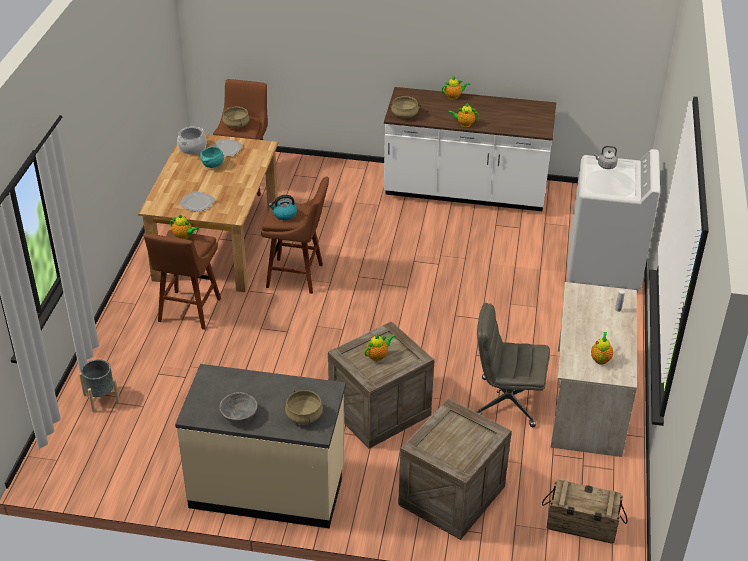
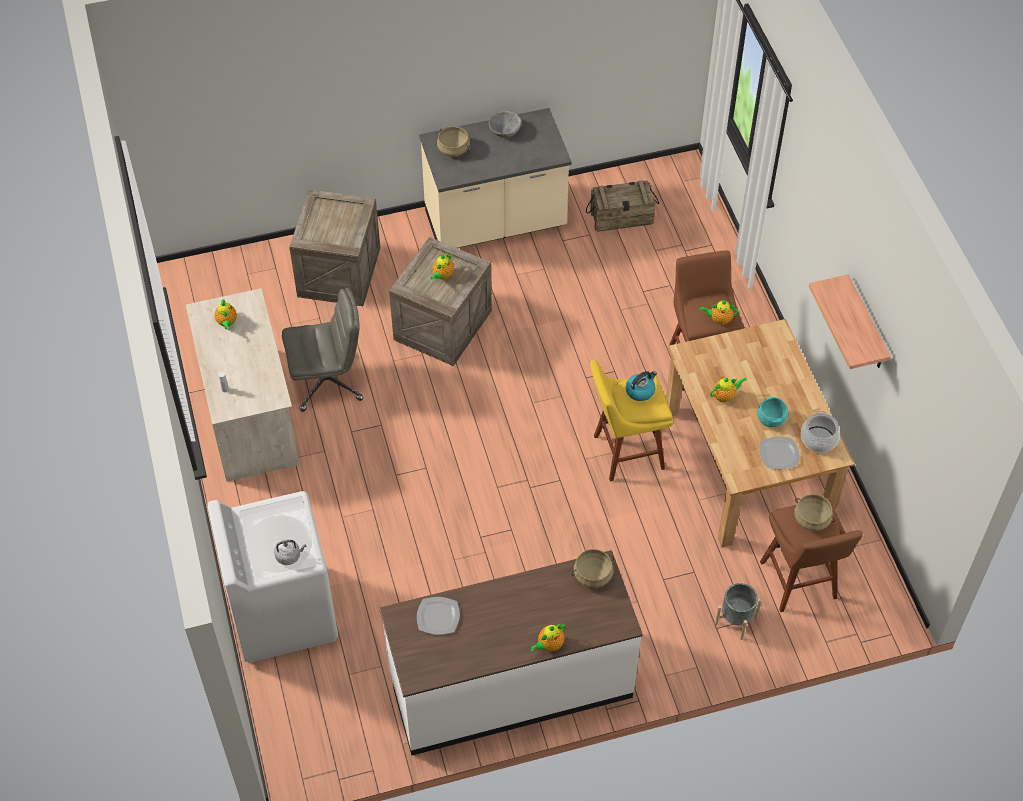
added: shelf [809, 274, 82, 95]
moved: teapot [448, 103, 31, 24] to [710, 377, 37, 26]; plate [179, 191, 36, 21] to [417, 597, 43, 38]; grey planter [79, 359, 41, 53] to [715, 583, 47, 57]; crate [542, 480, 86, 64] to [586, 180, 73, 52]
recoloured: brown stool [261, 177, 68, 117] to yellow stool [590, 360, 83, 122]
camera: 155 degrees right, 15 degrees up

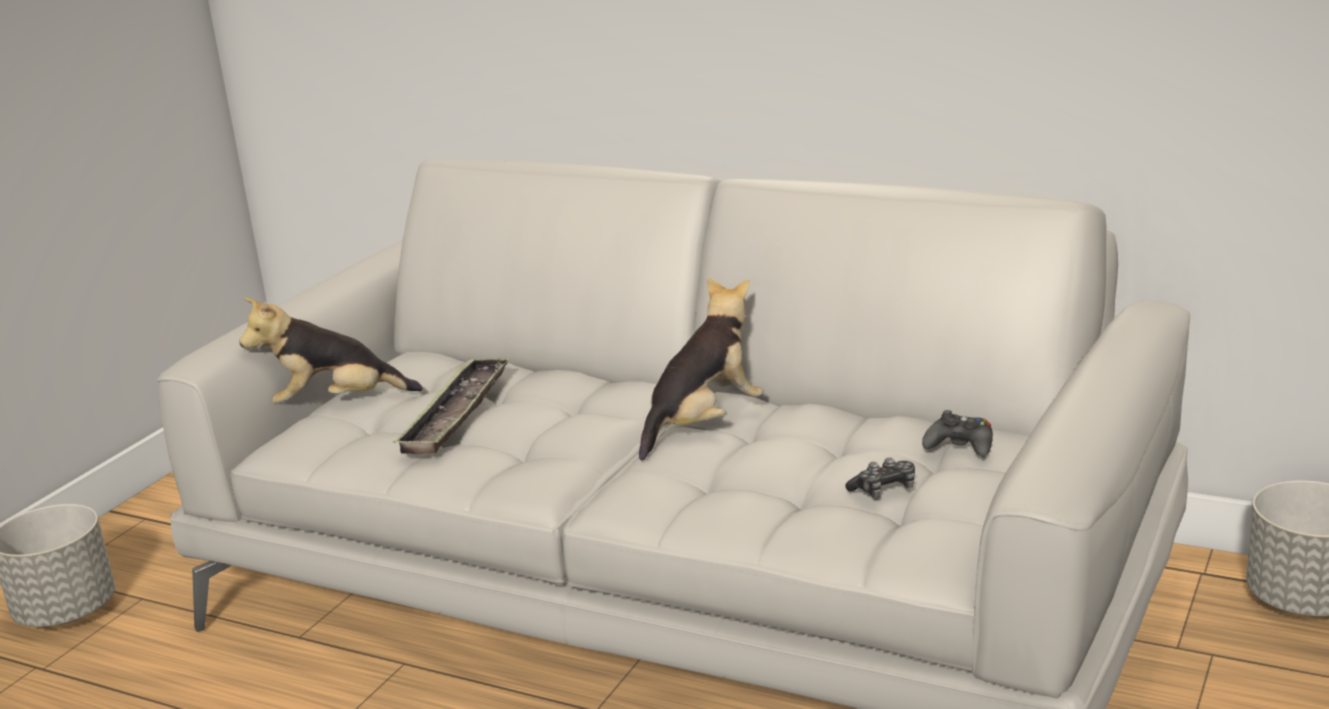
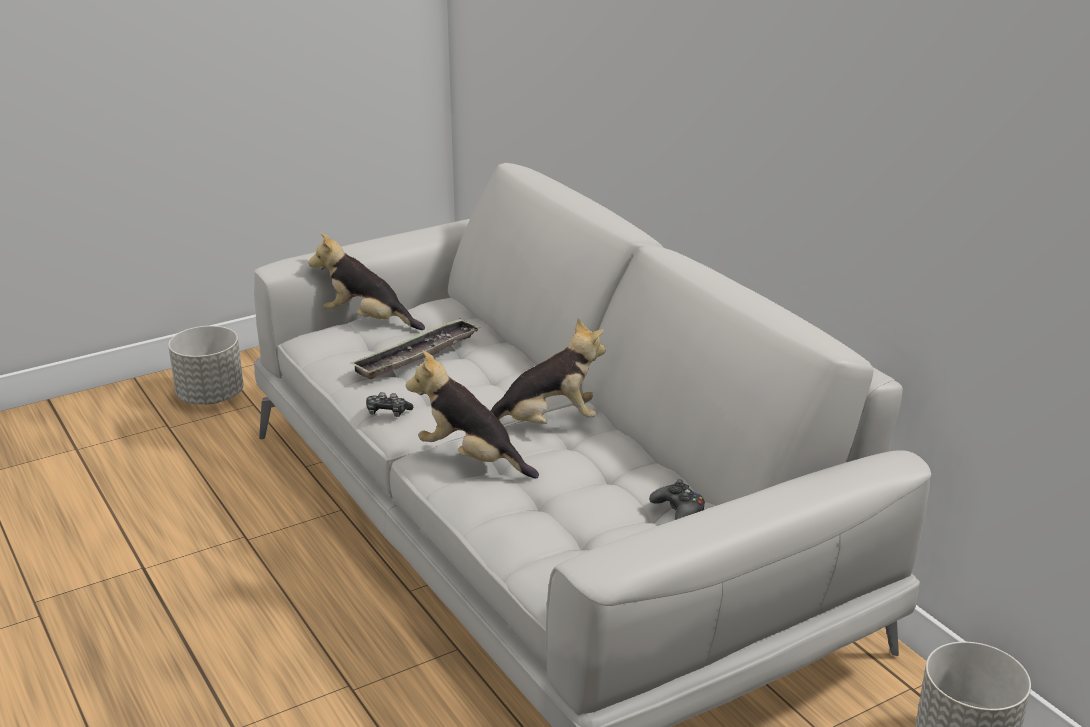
added: plush toy [406, 351, 133, 128]
moved: game controller [845, 458, 70, 39] to [366, 392, 47, 25]
camera: 30 degrees right, 5 degrees up

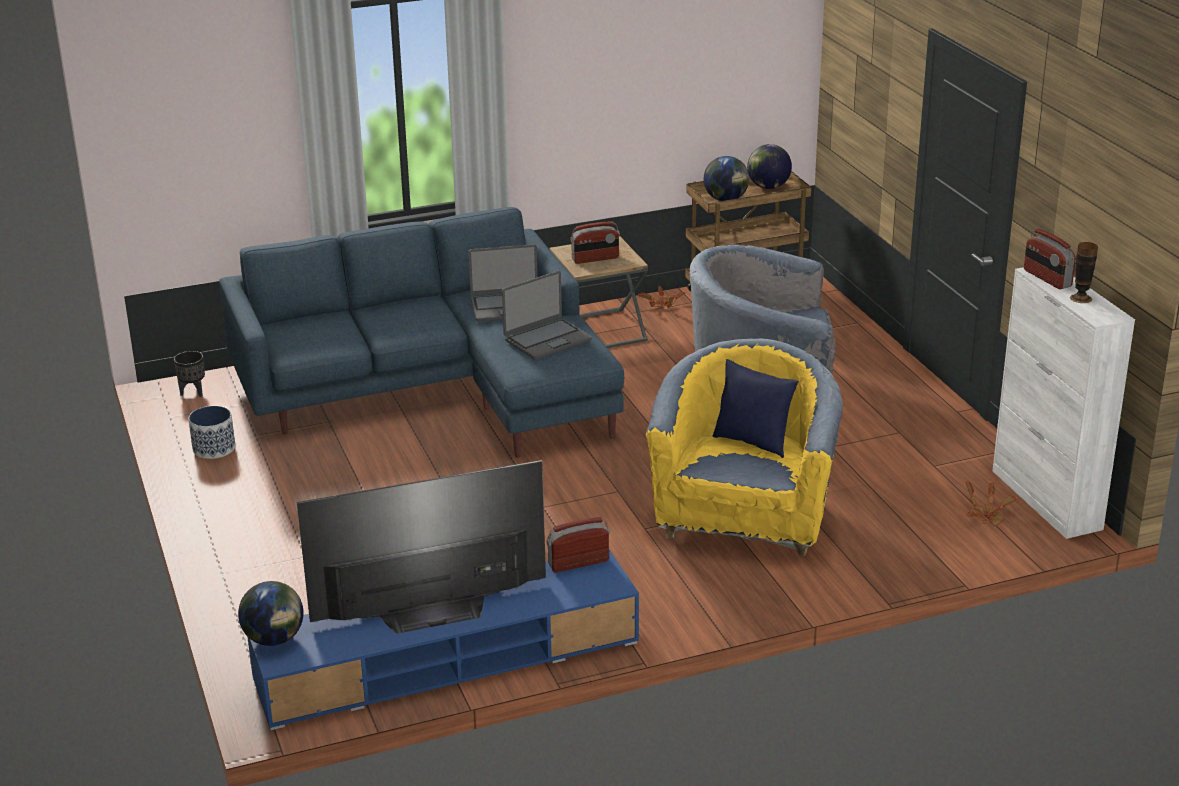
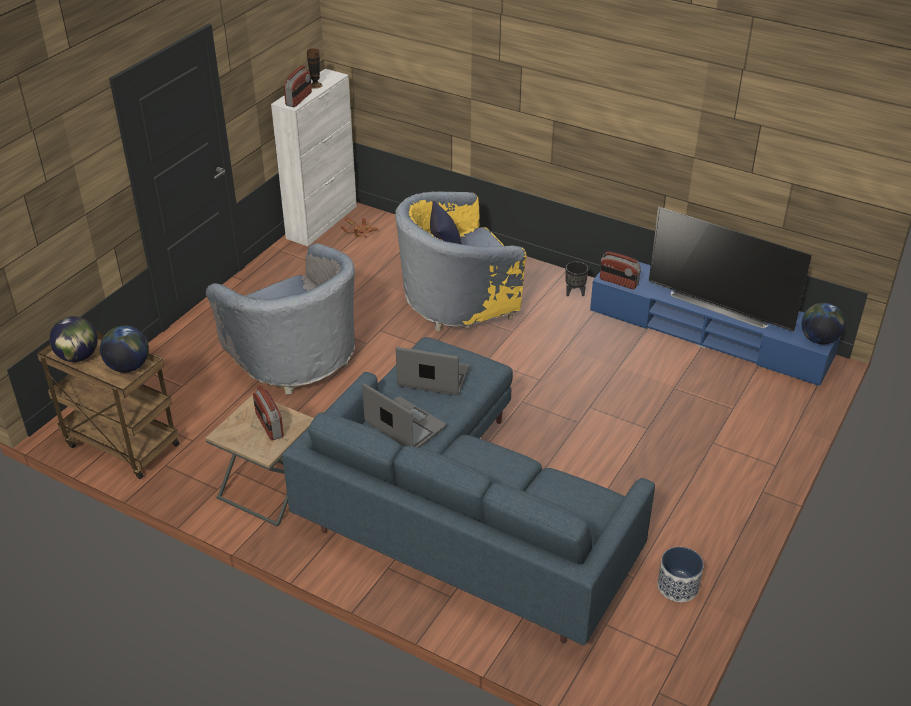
removed: potted plant [638, 286, 47, 24]
moved: black planter [174, 351, 31, 46] to [565, 262, 23, 35]
turned: radio [570, 222, 50, 42] = [253, 385, 31, 55] 150 degrees counterclockwise
camera: 130 degrees left, 10 degrees up

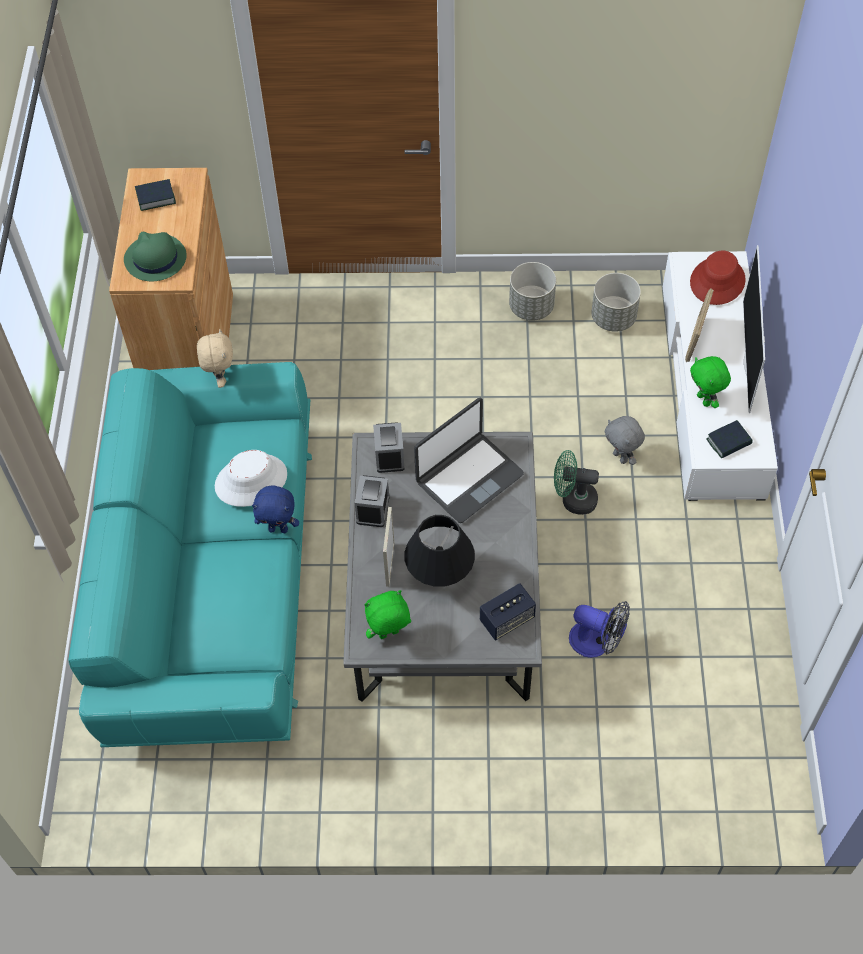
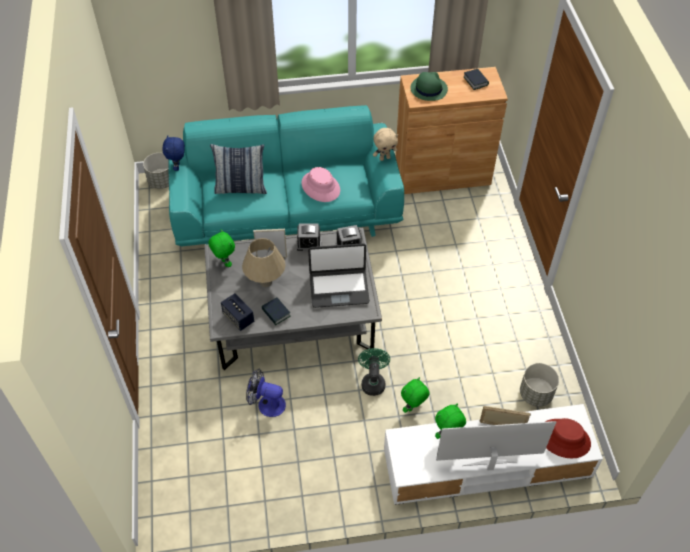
added: pillow [210, 144, 57, 50]
moved: grey planter [509, 262, 47, 59] to [143, 153, 26, 36]; book [706, 420, 46, 39] to [261, 298, 30, 27]; blue plush toy [252, 485, 47, 48] to [162, 135, 23, 36]
recoloured: grey plush toy [604, 416, 41, 49] to green plush toy [401, 377, 29, 36]; white hat [215, 450, 72, 57] to pink hat [302, 167, 38, 35]; black table lamp [405, 515, 70, 72] to beige table lamp [242, 238, 44, 49]
turned: laptop [414, 398, 110, 125] = [308, 243, 62, 65] 45 degrees counterclockwise; fan [569, 601, 61, 57] = [246, 369, 40, 48] 90 degrees clockwise
camera: 80 degrees right, 5 degrees down

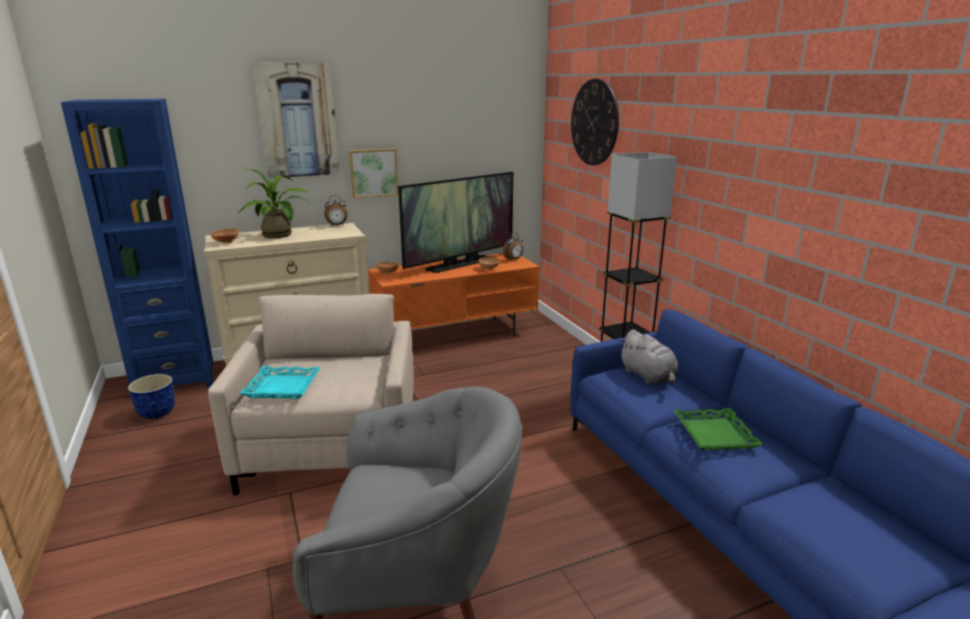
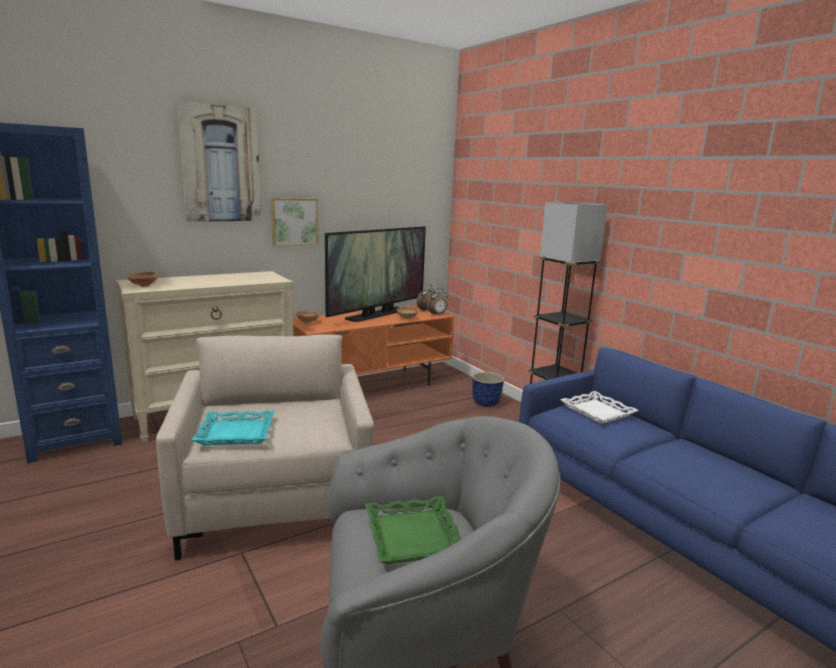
removed: wall clock [571, 79, 48, 86]; potted plant [238, 168, 74, 70]
moved: alarm clock [324, 195, 24, 31] to [426, 288, 21, 27]; planter [128, 374, 47, 45] to [472, 372, 32, 35]; green tray [673, 408, 90, 43] to [365, 496, 96, 68]
replaced: grey plush toy [619, 330, 59, 54] to white tray [560, 391, 79, 33]
camera: 10 degrees left, 5 degrees down

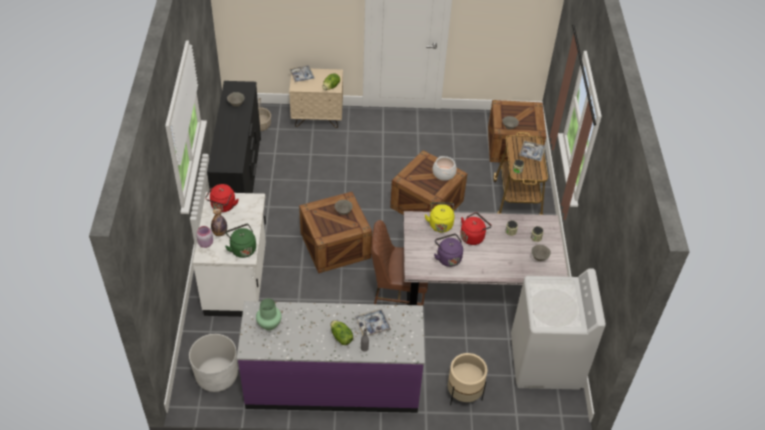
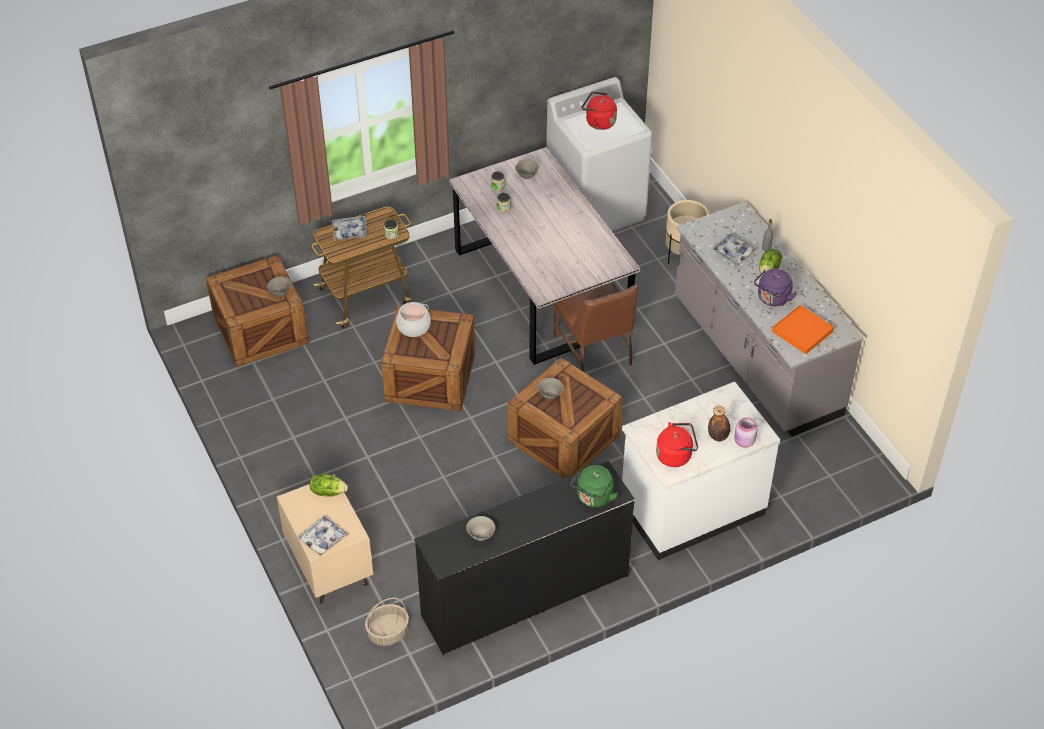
removed: yellow kettle [425, 202, 29, 30]; white planter [189, 334, 49, 58]
moved: red kettle [460, 212, 32, 33] to [582, 92, 35, 38]; green kettle [225, 224, 31, 34] to [571, 465, 48, 43]; purple kettle [434, 234, 29, 33] to [754, 268, 43, 38]
replaced: green vase [256, 298, 26, 32] to orange tray [772, 305, 62, 49]
recoloured: purple counter [237, 301, 188, 112] to grey counter [675, 202, 188, 235]
camera: 115 degrees left, 0 degrees up

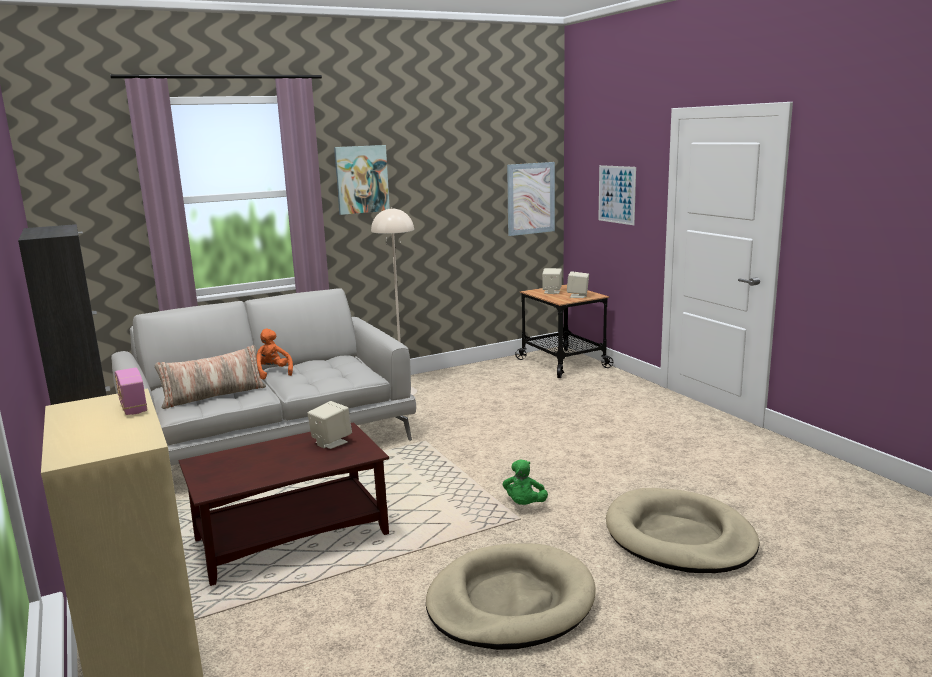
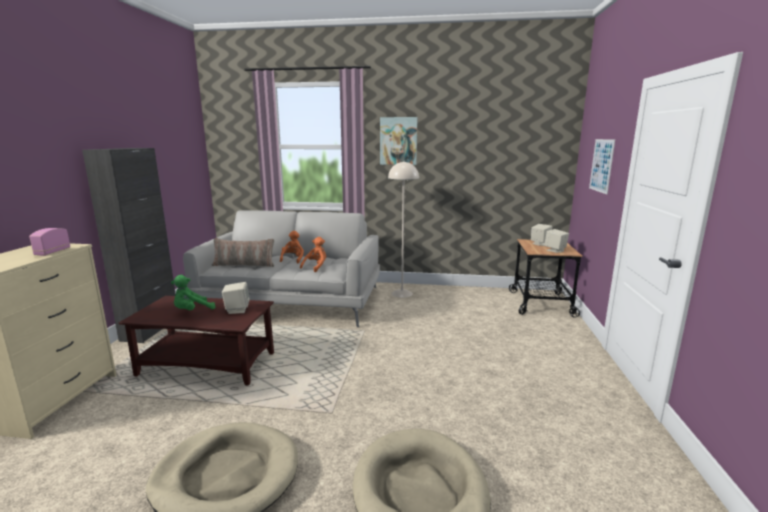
removed: picture [507, 162, 48, 74]
added: orange plush toy [300, 237, 26, 35]
moved: green plush toy [503, 459, 45, 46] to [171, 275, 45, 35]
camera: 35 degrees right, 0 degrees up

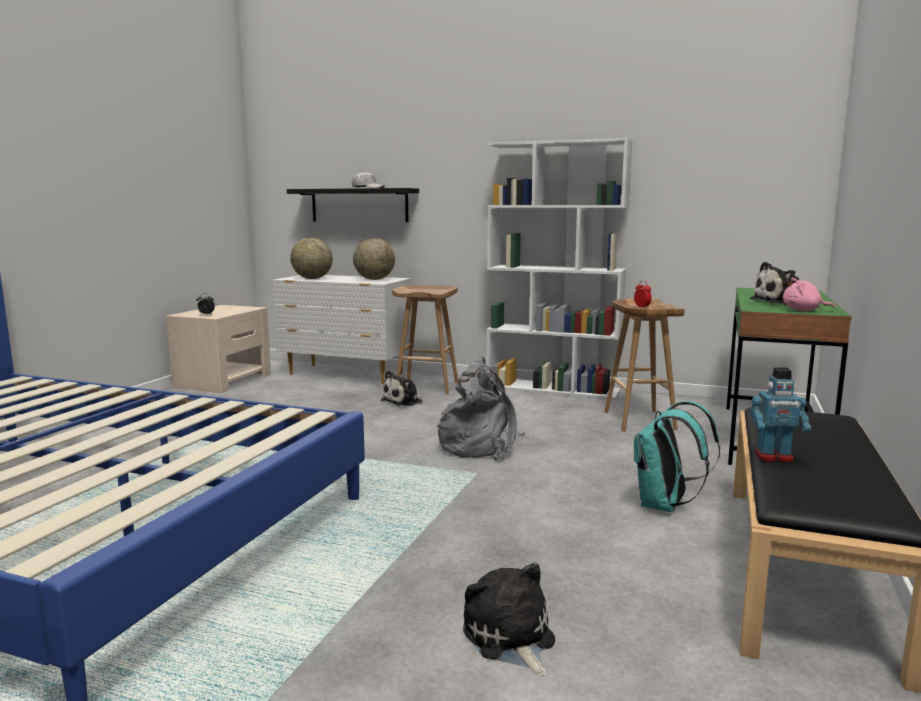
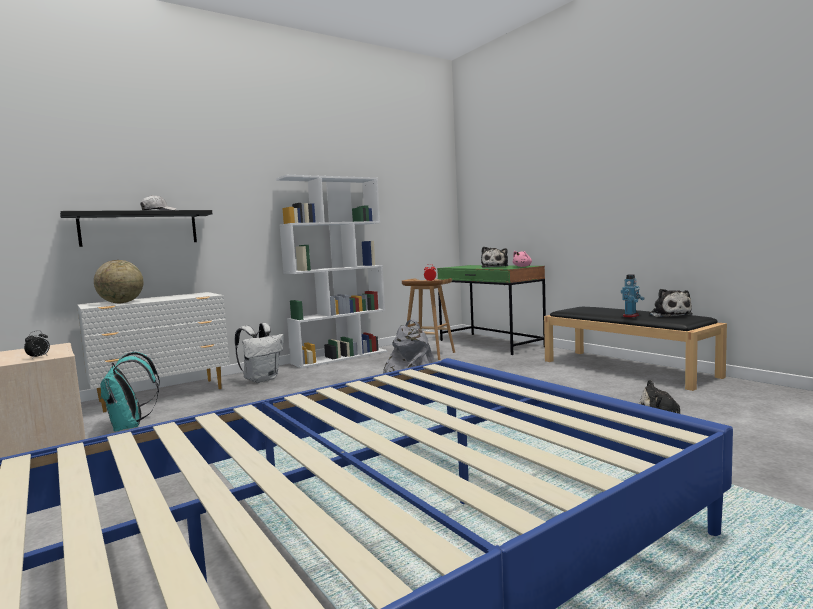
removed: globe [353, 238, 42, 42]
moved: plush toy [381, 370, 42, 36] to [649, 289, 44, 28]; turquoise backpack [634, 401, 86, 111] to [100, 352, 60, 79]
replaced: brown stool [392, 285, 66, 109] to white backpack [235, 323, 49, 60]
camera: 55 degrees left, 5 degrees down

